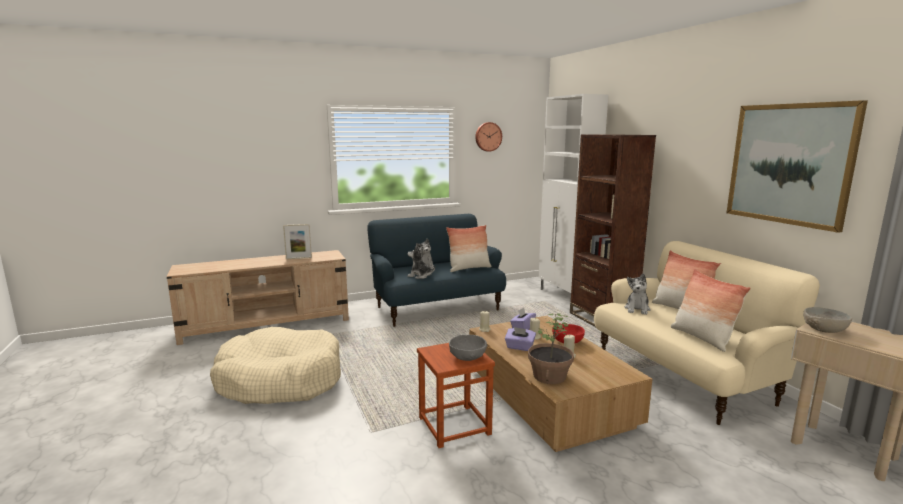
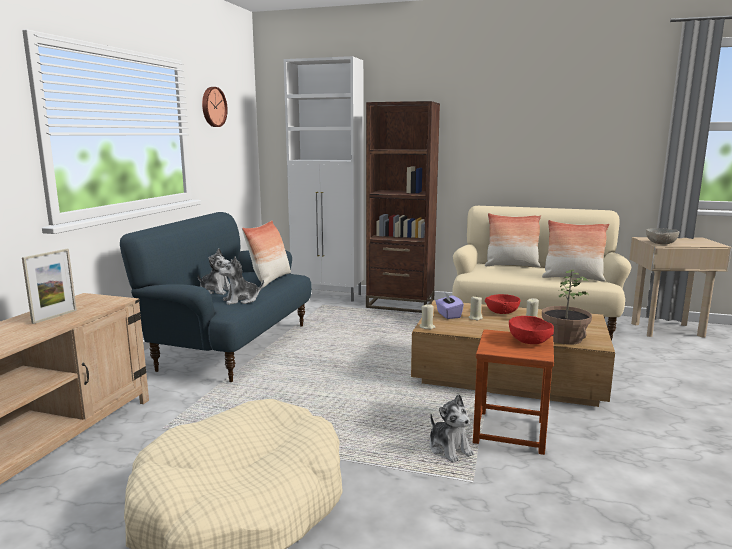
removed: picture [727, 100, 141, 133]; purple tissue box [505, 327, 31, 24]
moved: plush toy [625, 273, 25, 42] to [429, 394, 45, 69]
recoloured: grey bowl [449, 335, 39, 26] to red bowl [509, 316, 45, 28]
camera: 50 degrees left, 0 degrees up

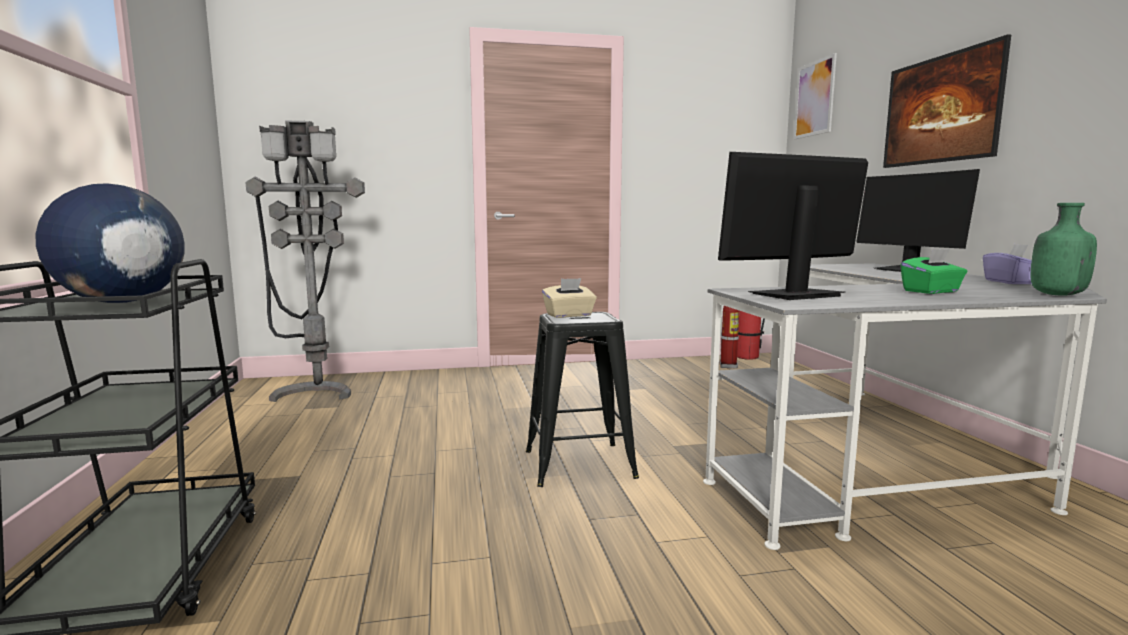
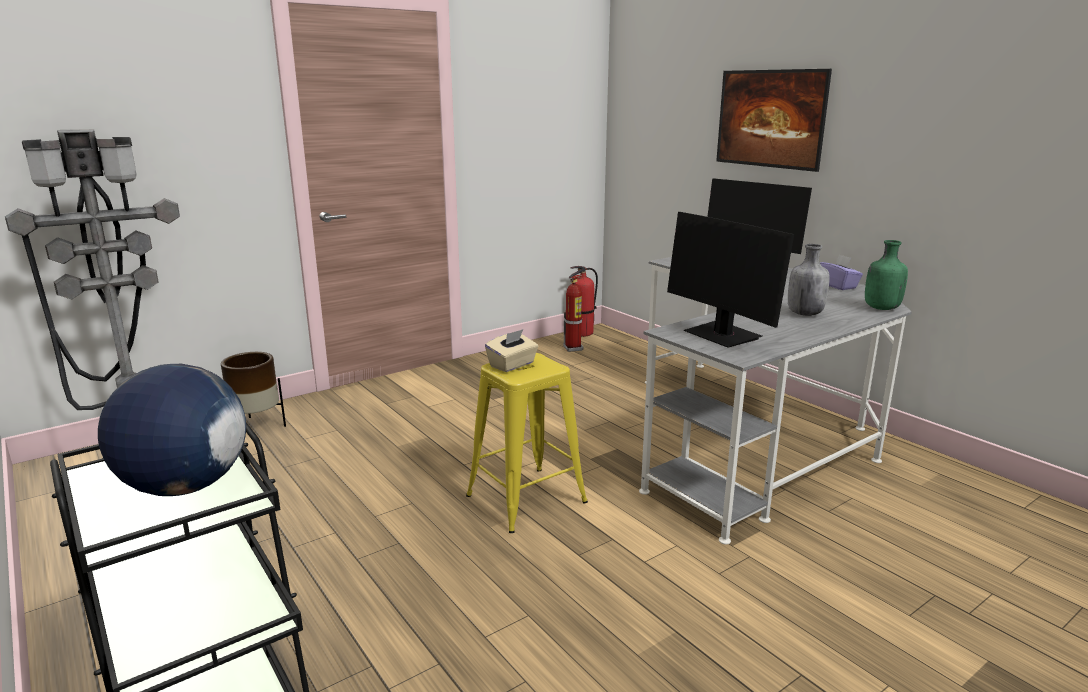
removed: picture [794, 53, 43, 86]
added: brown planter [221, 352, 65, 75]
replaced: green tissue box [901, 248, 66, 46] to grey bottle [788, 244, 42, 72]
recoloured: black stool [526, 312, 113, 175] to yellow stool [466, 353, 122, 180]
turned: monitor [718, 152, 150, 148] = [667, 212, 127, 136] 75 degrees counterclockwise
camera: 25 degrees left, 10 degrees up

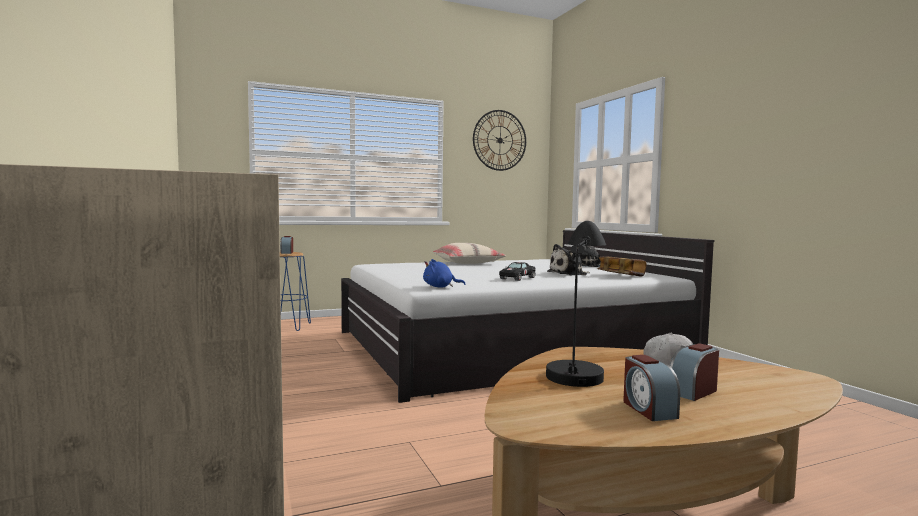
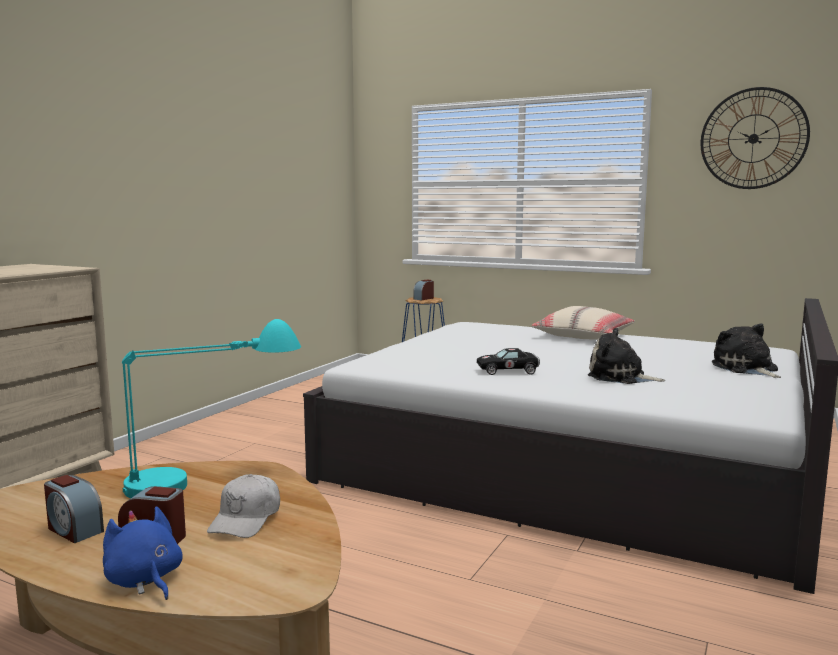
removed: book [598, 256, 49, 21]
moved: blue plush toy [423, 259, 43, 28] to [103, 506, 80, 94]
recoloured: black table lamp [546, 221, 60, 166] to turquoise table lamp [122, 319, 179, 179]
turned: alarm clock [623, 355, 57, 66] = [44, 475, 60, 68] 90 degrees counterclockwise
camera: 50 degrees right, 5 degrees up

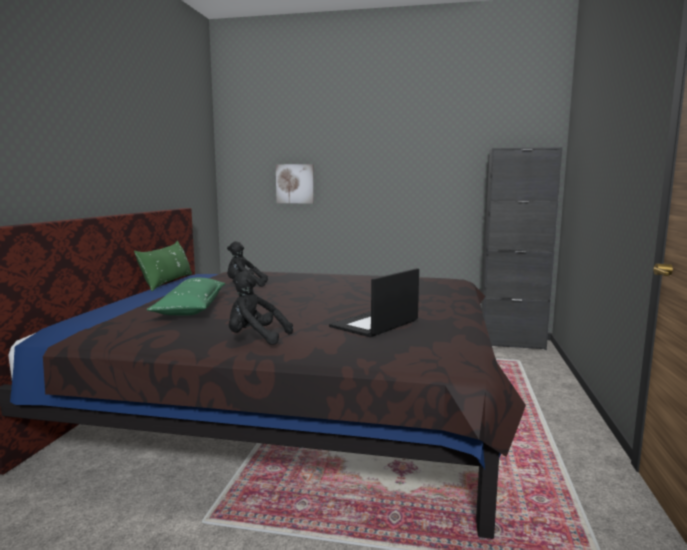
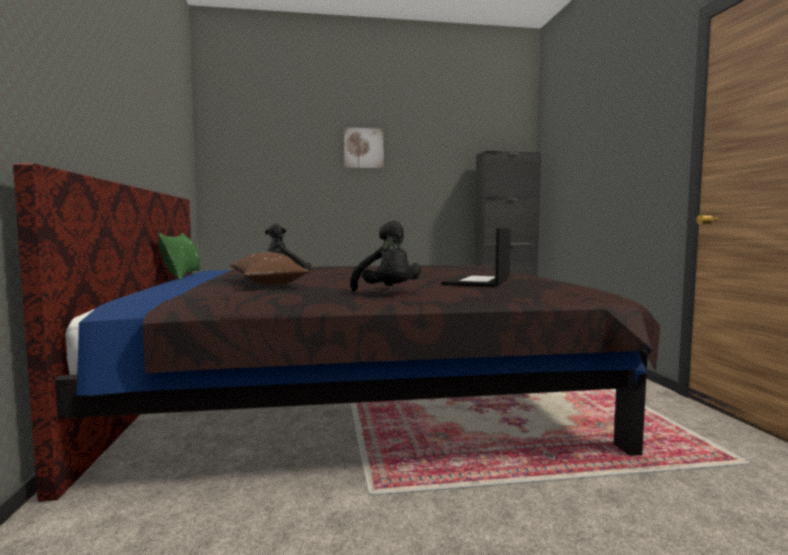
moved: picture [276, 164, 38, 40] to [344, 127, 40, 42]
recoloured: green pillow [147, 278, 78, 38] to brown pillow [230, 252, 80, 33]
turned: black plush toy [229, 271, 64, 74] = [350, 221, 71, 70] 120 degrees counterclockwise
camera: 20 degrees left, 5 degrees down

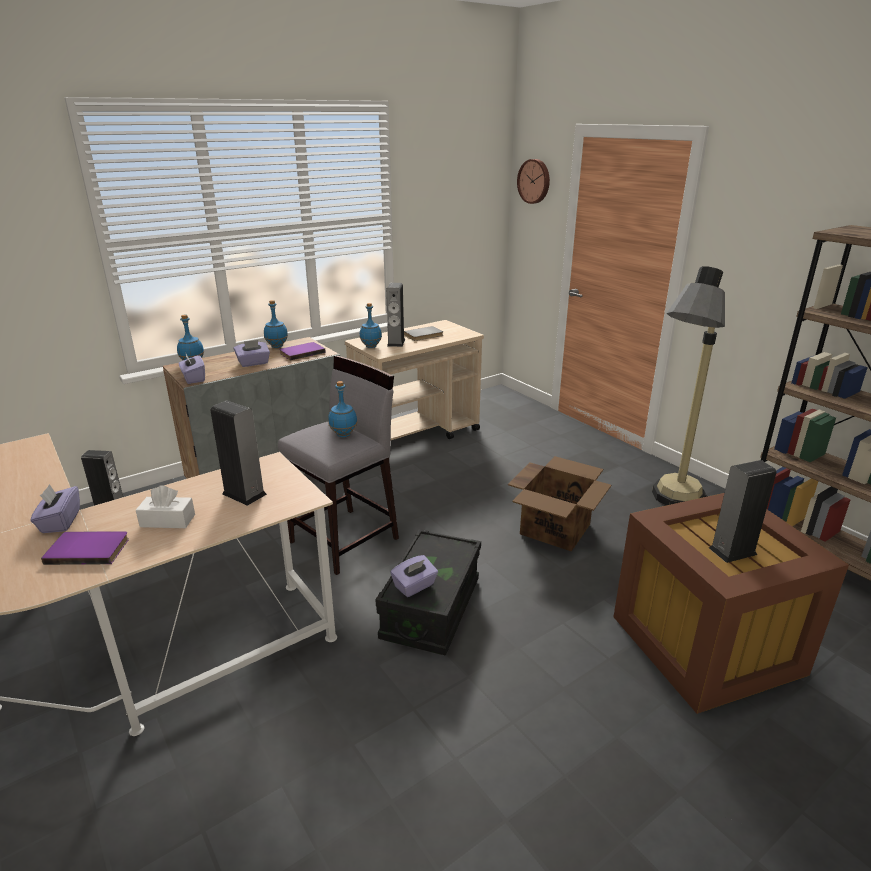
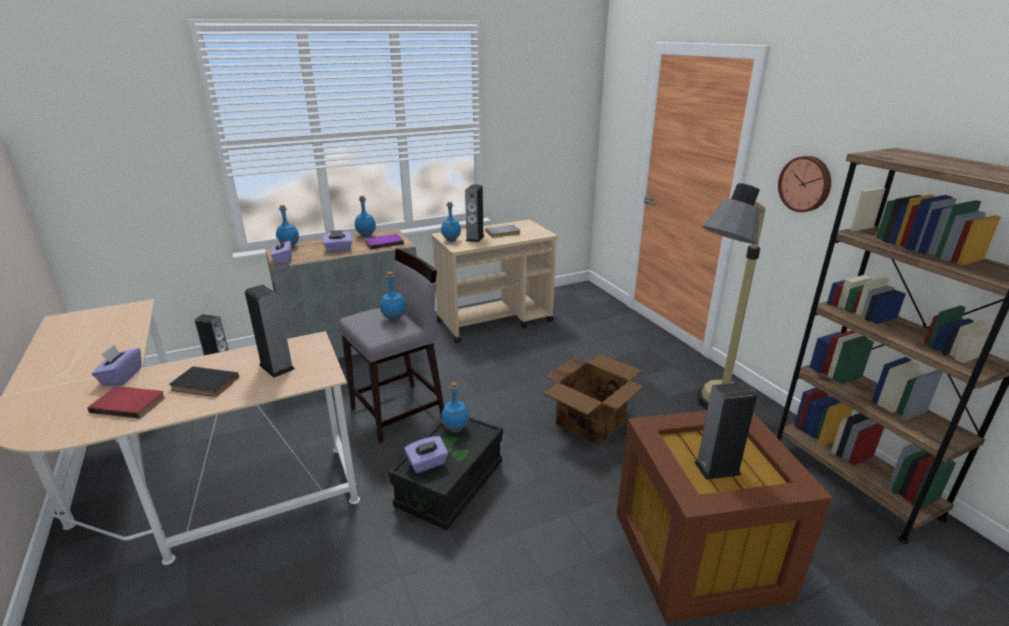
added: blue bottle [441, 382, 28, 51]
moved: wall clock [517, 159, 33, 45] to [778, 156, 53, 56]
replaced: white tissue box [136, 485, 59, 43] to black book [169, 367, 70, 30]
recoloured: purple book [41, 531, 88, 34] to red book [87, 387, 78, 32]
camera: 10 degrees right, 0 degrees up

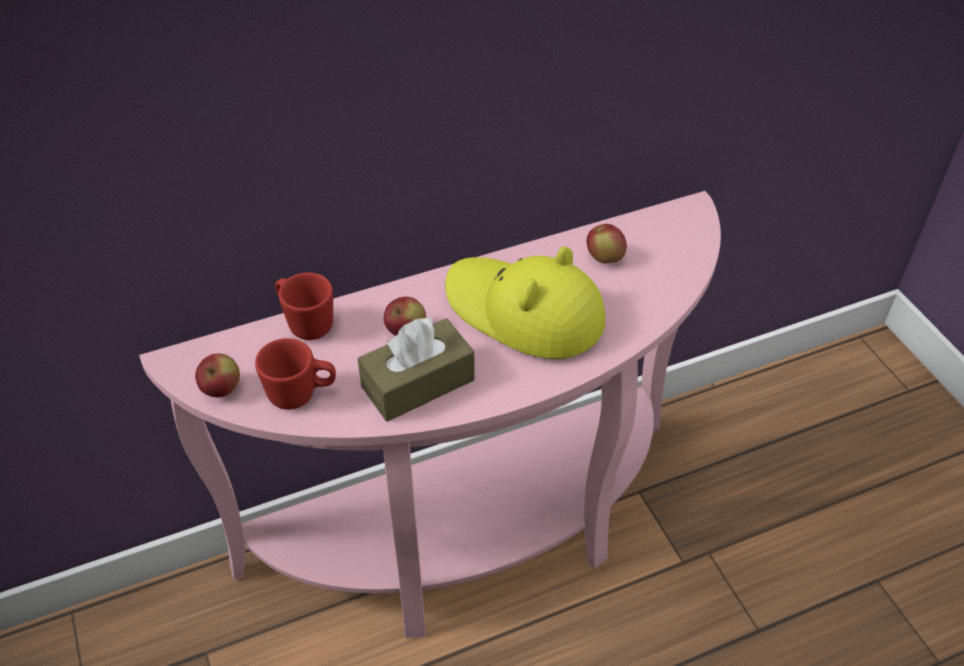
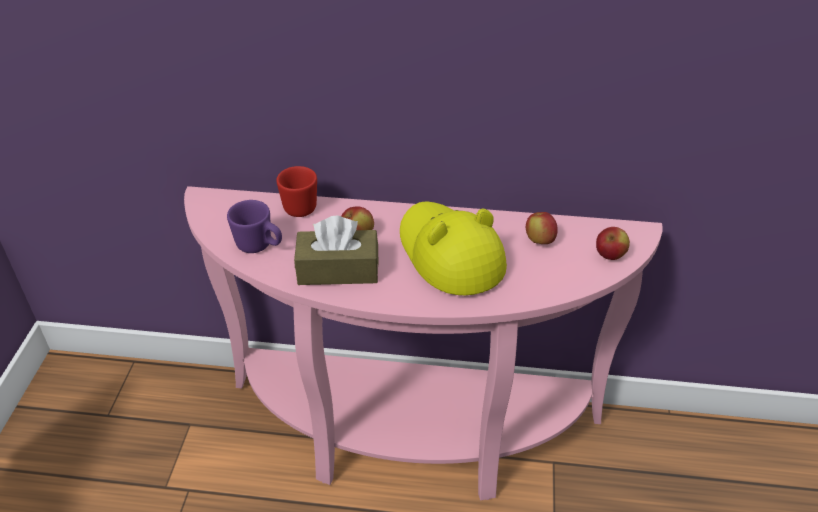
moved: apple [195, 353, 45, 44] to [596, 227, 34, 33]
recoloured: red mug [255, 338, 81, 72] to purple mug [227, 200, 55, 53]
camera: 30 degrees right, 5 degrees down

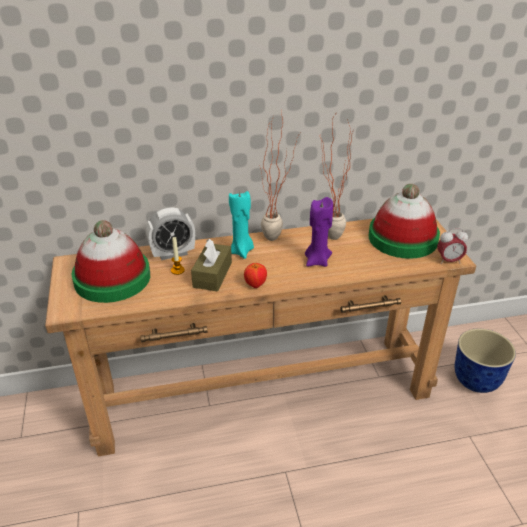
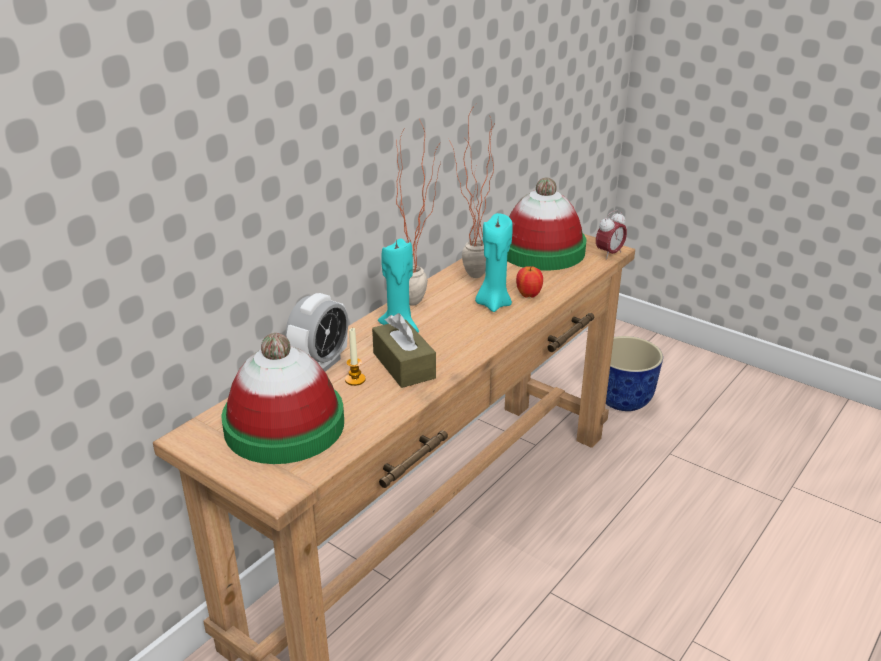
moved: apple [244, 263, 23, 25] to [516, 266, 27, 32]
recoloured: purple candle [305, 197, 28, 70] to turquoise candle [475, 213, 38, 99]
camera: 40 degrees left, 5 degrees down

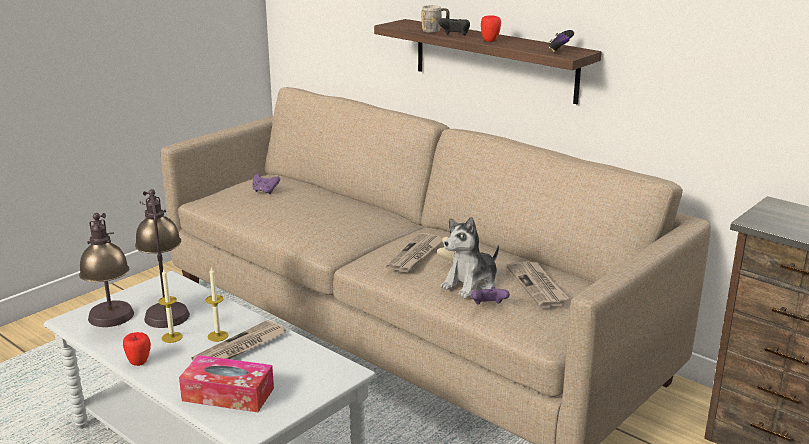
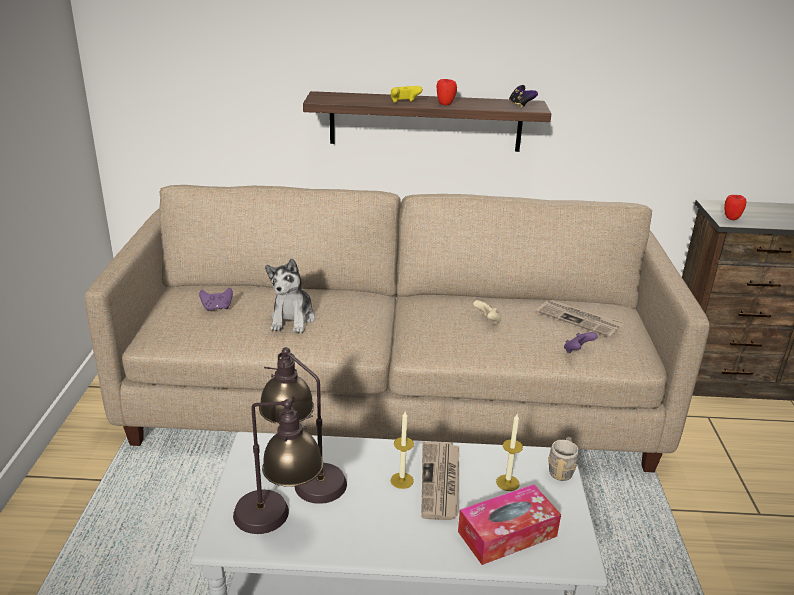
removed: newspaper [386, 233, 56, 39]
moved: grey mug [421, 5, 29, 28] to [548, 437, 30, 44]; plush toy [441, 217, 58, 81] to [265, 258, 50, 75]; candle [158, 269, 25, 74] to [496, 414, 27, 77]; apple [123, 332, 28, 34] to [724, 195, 22, 25]
recoloured: black game controller [438, 18, 32, 18] to yellow game controller [391, 86, 32, 17]
camera: 40 degrees left, 5 degrees up

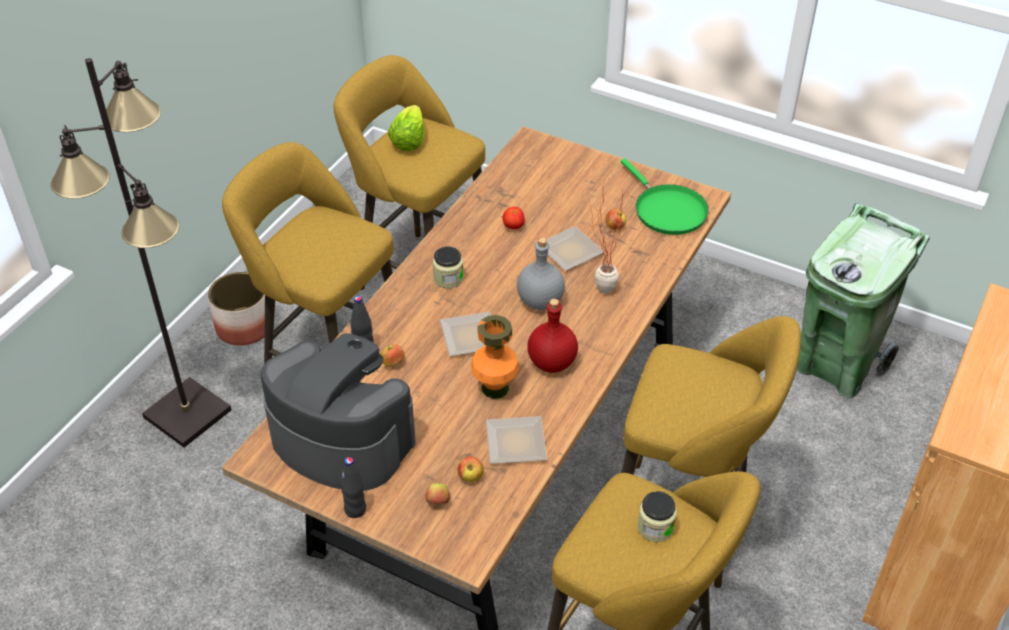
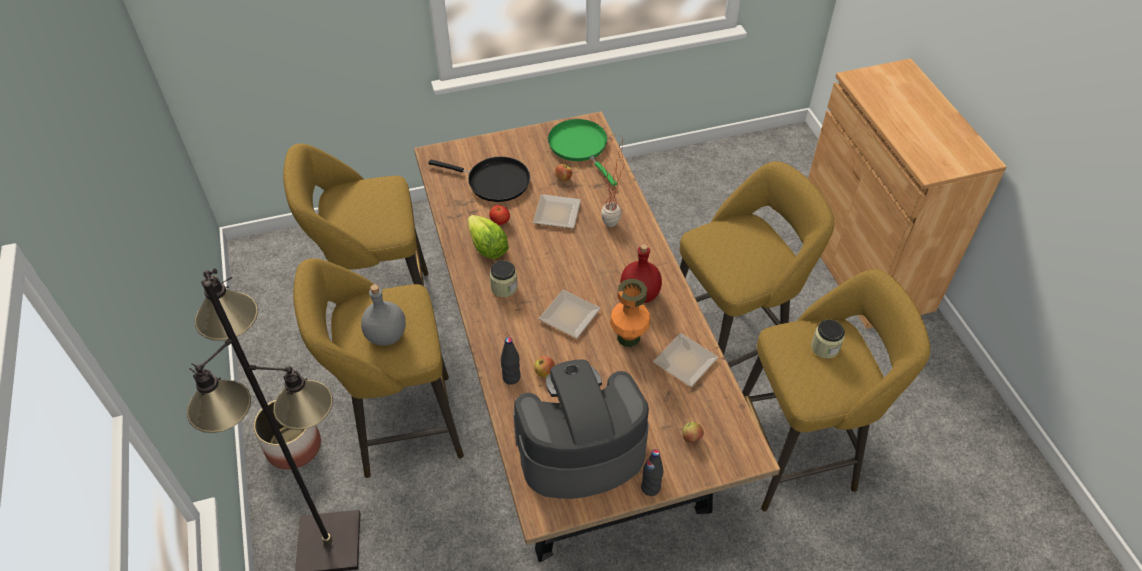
removed: green trash can [797, 203, 133, 196]; apple [458, 456, 26, 26]
added: black frying pan [428, 157, 102, 45]
moved: lettuce [388, 105, 37, 46] to [468, 215, 41, 44]; grey bottle [517, 237, 48, 73] to [361, 284, 45, 62]
turned: green frying pan [621, 159, 88, 76] = [548, 119, 69, 67] 135 degrees counterclockwise
camera: 45 degrees left, 5 degrees up

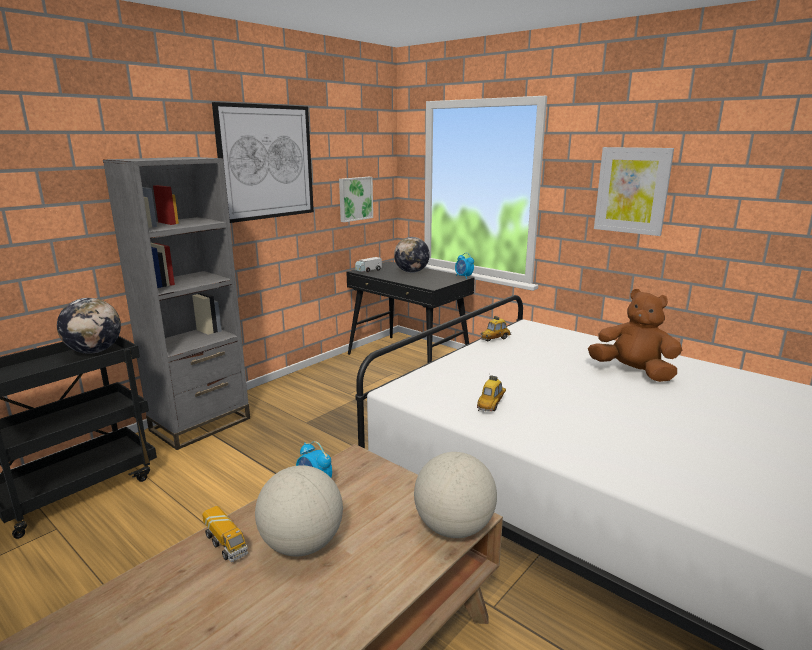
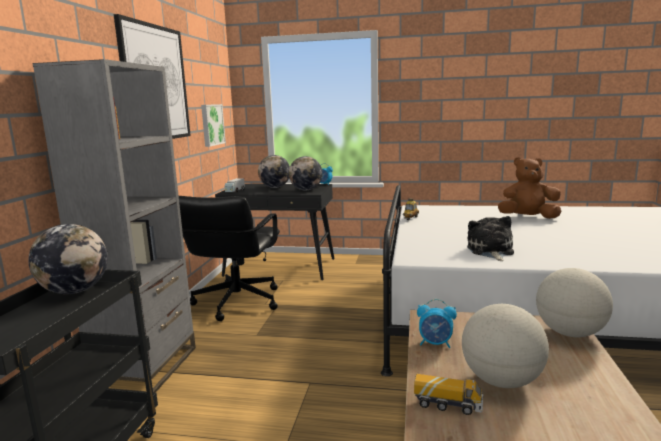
removed: picture [594, 147, 80, 89]
added: globe [289, 156, 33, 34]; black office chair [179, 196, 101, 125]
replaced: toy car [477, 374, 29, 37] to plush toy [467, 216, 47, 45]
camera: 30 degrees left, 5 degrees down

